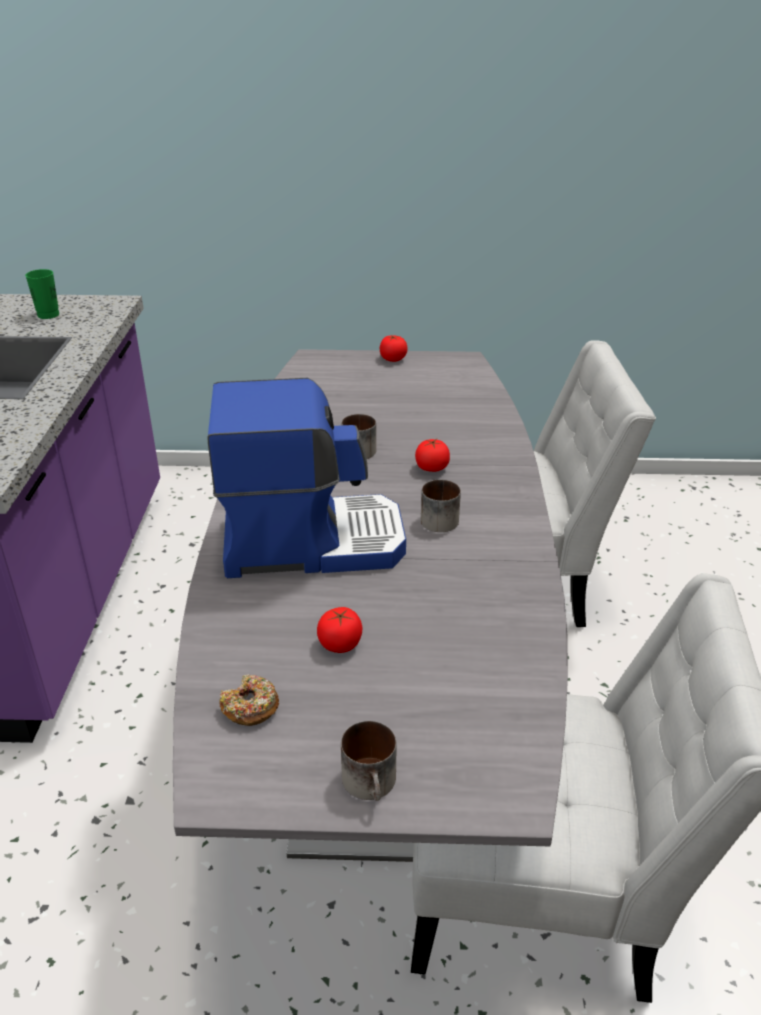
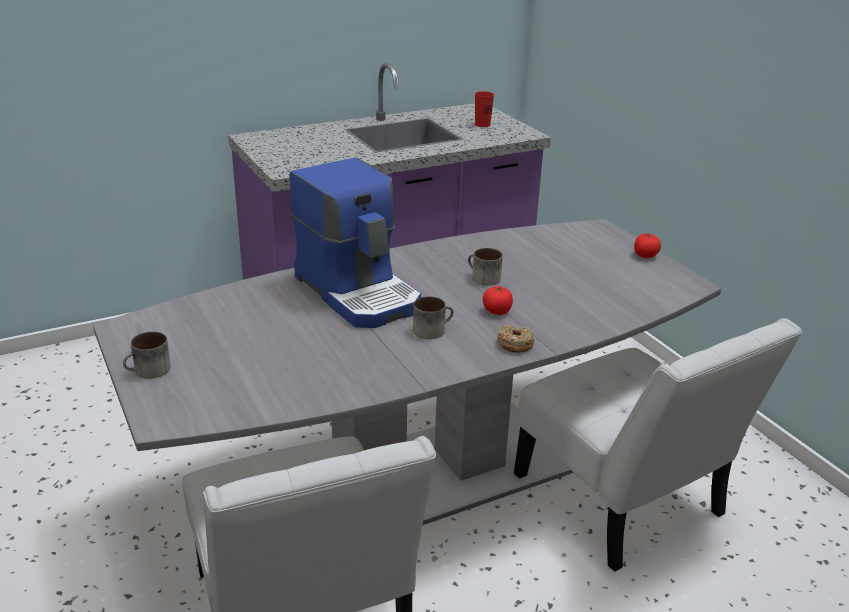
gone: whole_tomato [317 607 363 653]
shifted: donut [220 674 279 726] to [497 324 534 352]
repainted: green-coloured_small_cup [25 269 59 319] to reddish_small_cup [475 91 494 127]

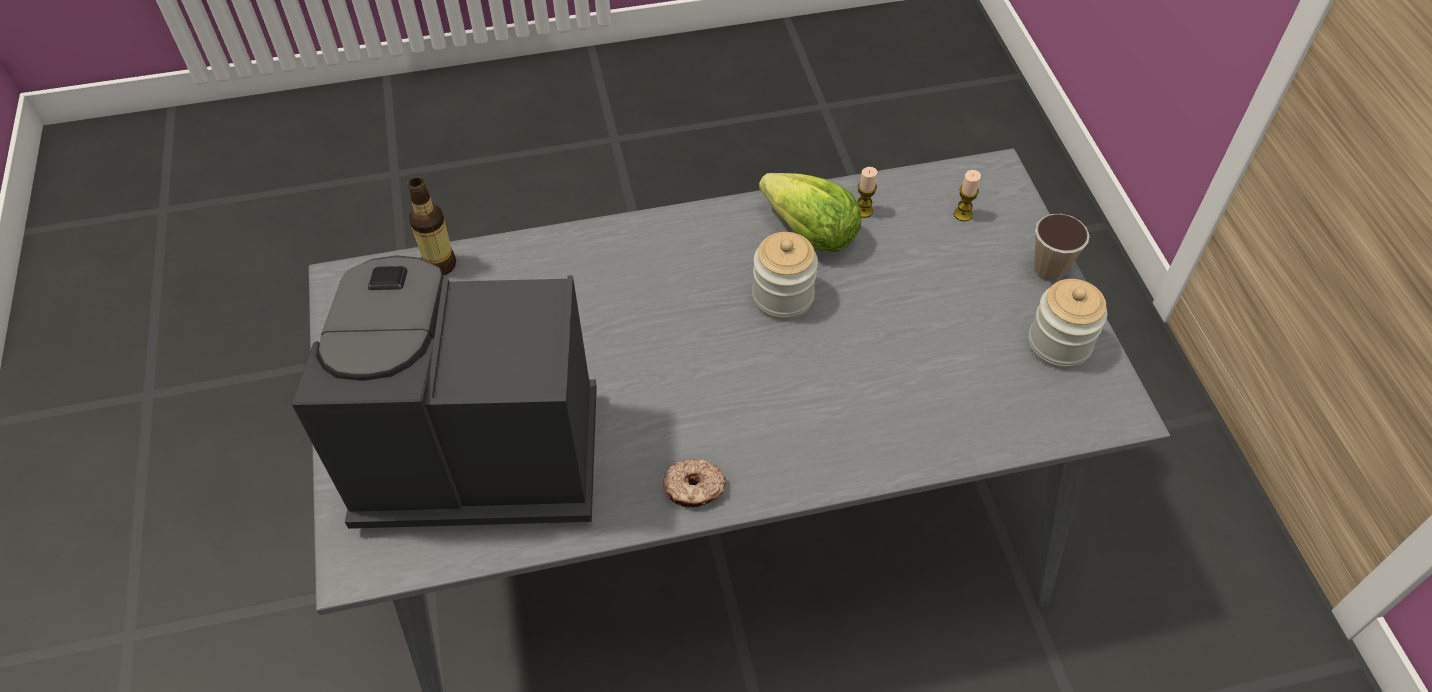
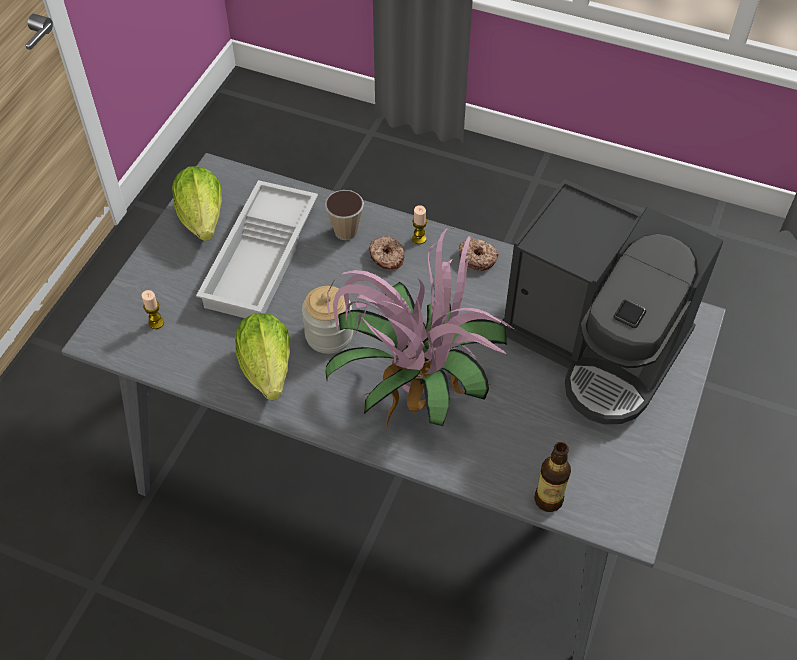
new: white_serving_tray [196 180 318 318]; plant_in_a_pot [325 228 516 428]; donut [369 236 405 270]
shifted: small_cup [1034 214 1090 282] to [325 190 364 240]; wax_candle [858 167 877 218] to [412 205 427 244]
swapped: preserve_jar [1028 279 1107 369] to lettuce [172 166 222 241]

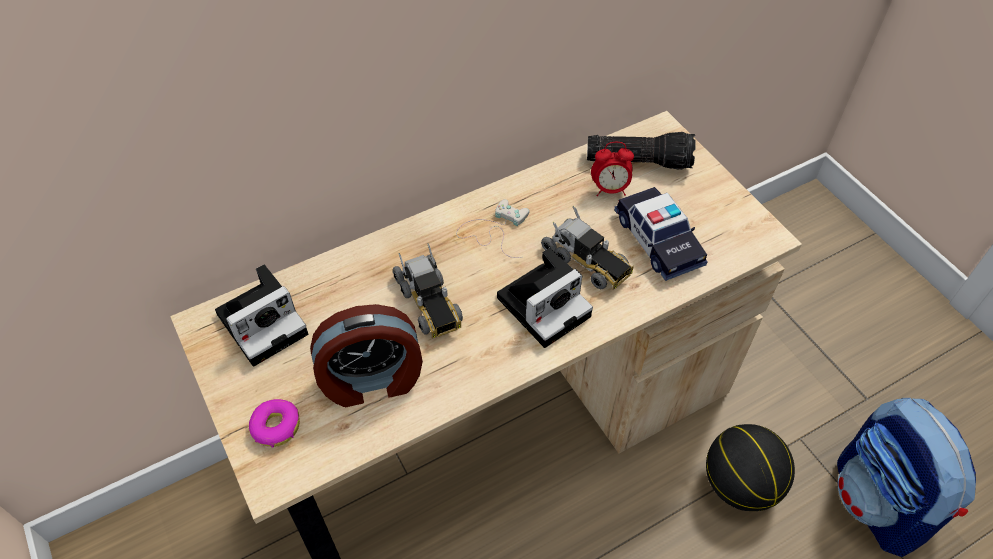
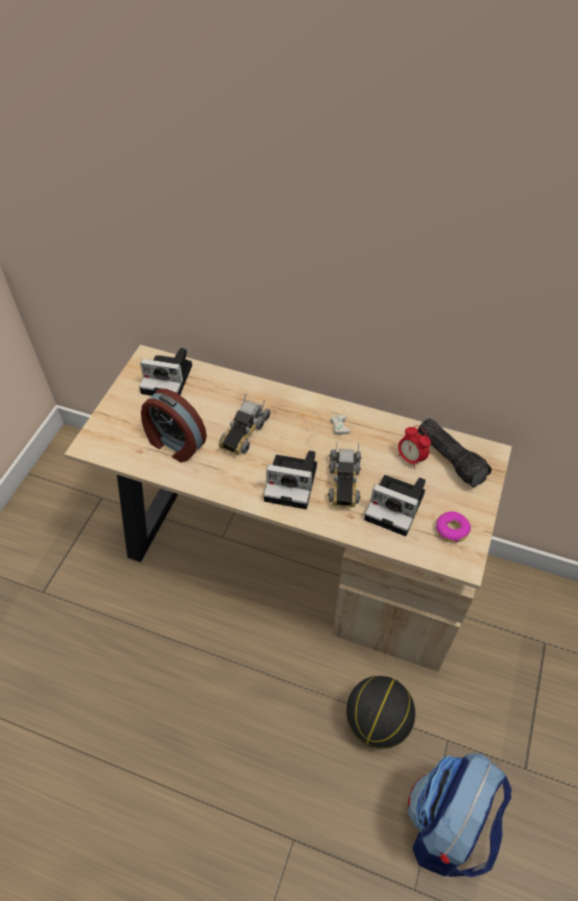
shifted: donut [249 399 300 448] to [436 511 471 543]
swapped: toy_car [614 187 708 281] to photo_camera [364 475 426 536]

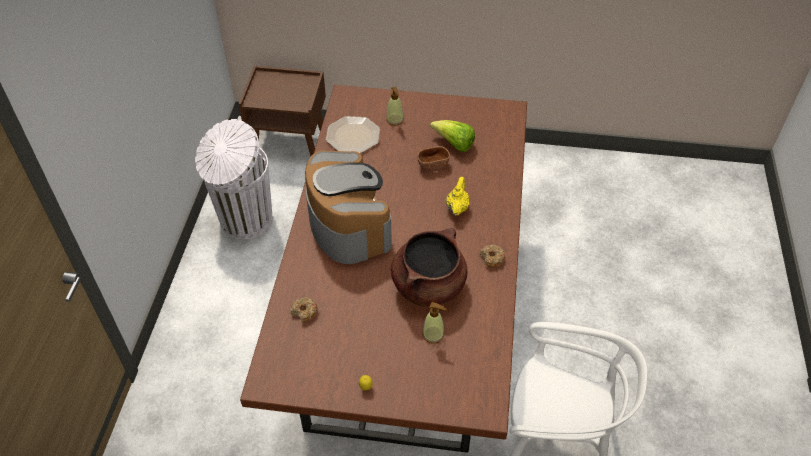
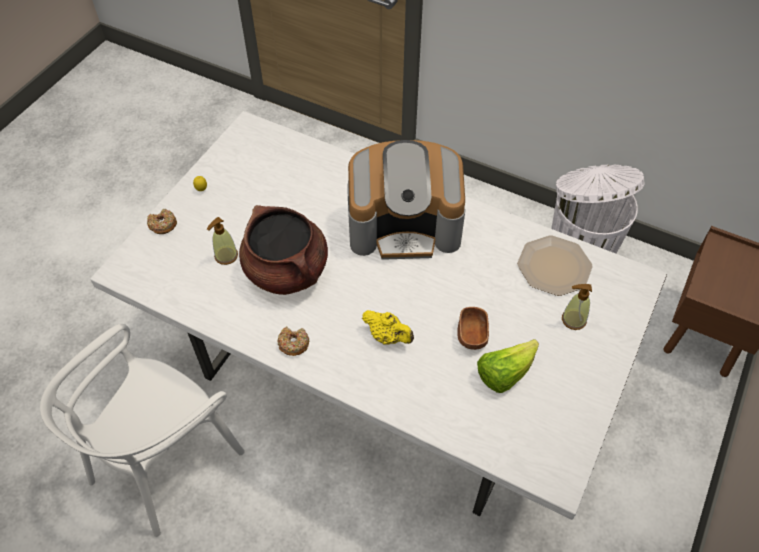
shifted: donut [290 297 318 322] to [147 209 177 234]
repainted: brownish_dining_table [240 85 527 453] to white_dining_table [90 111 667 520]

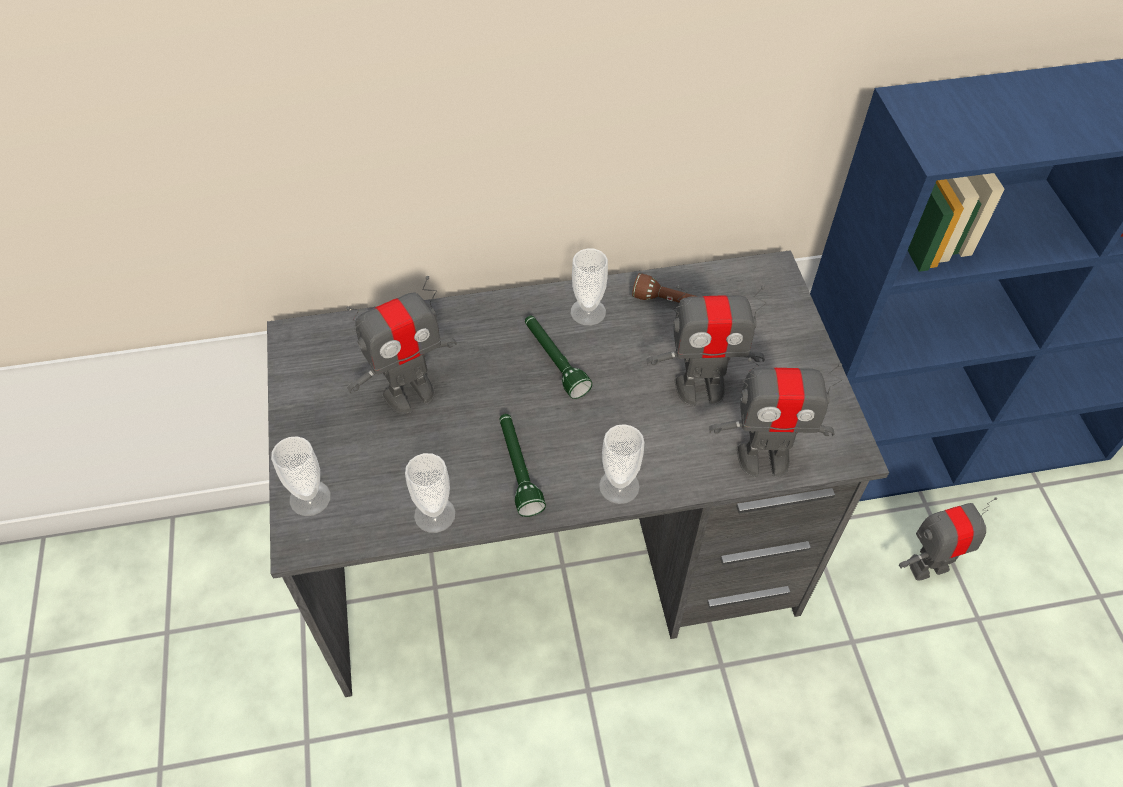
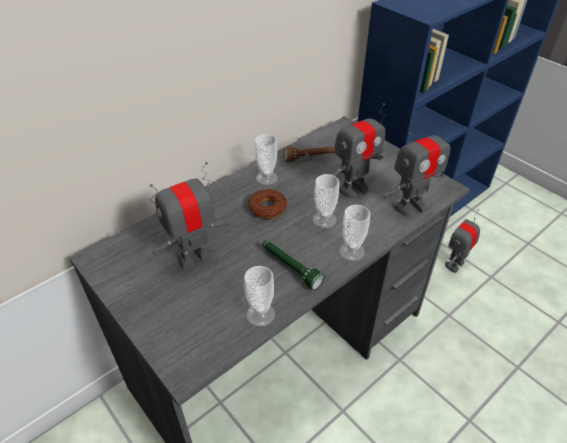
shifted: small_cup [271 436 331 516] to [313 174 340 228]
swapped: green-coloured_flashlight [525 316 592 399] to donut [248 189 287 218]
rotated: toy_robot [347 276 457 414] = [149 162 229 270] 150 degrees counterclockwise

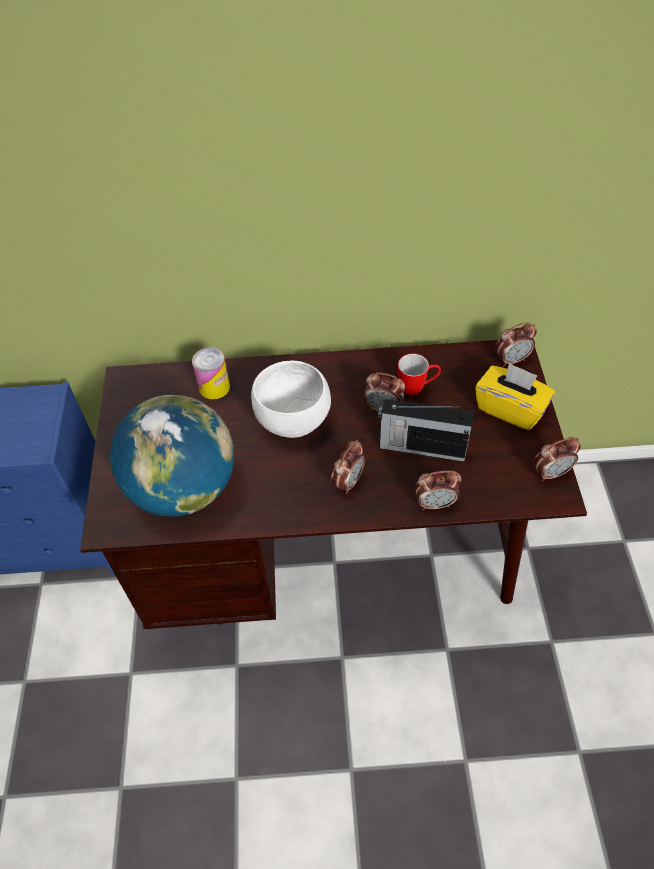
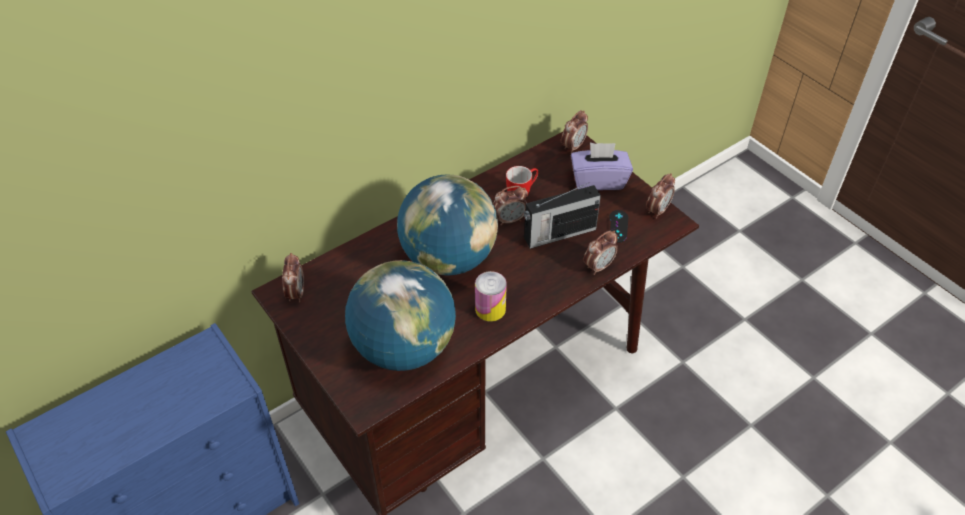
new: blackish_joypad [609 210 629 243]
shifted: alarm_clock [331 440 365 494] to [282 253 304 302]; metal_can [192 348 230 400] to [475 271 507 322]
swapped: white_serving_bowl [251 361 331 438] to globe [397 174 498 276]
repainted: yellow_tissue_holder [475 363 555 430] to purplish_tissue_holder [571 143 633 190]

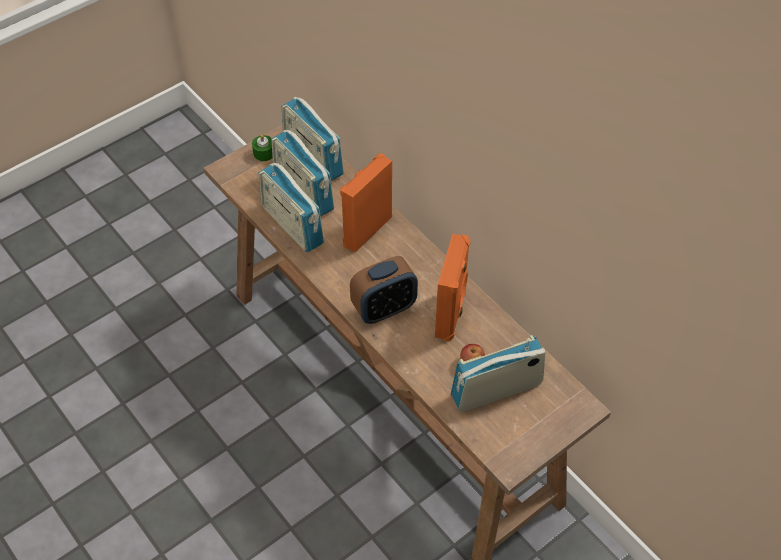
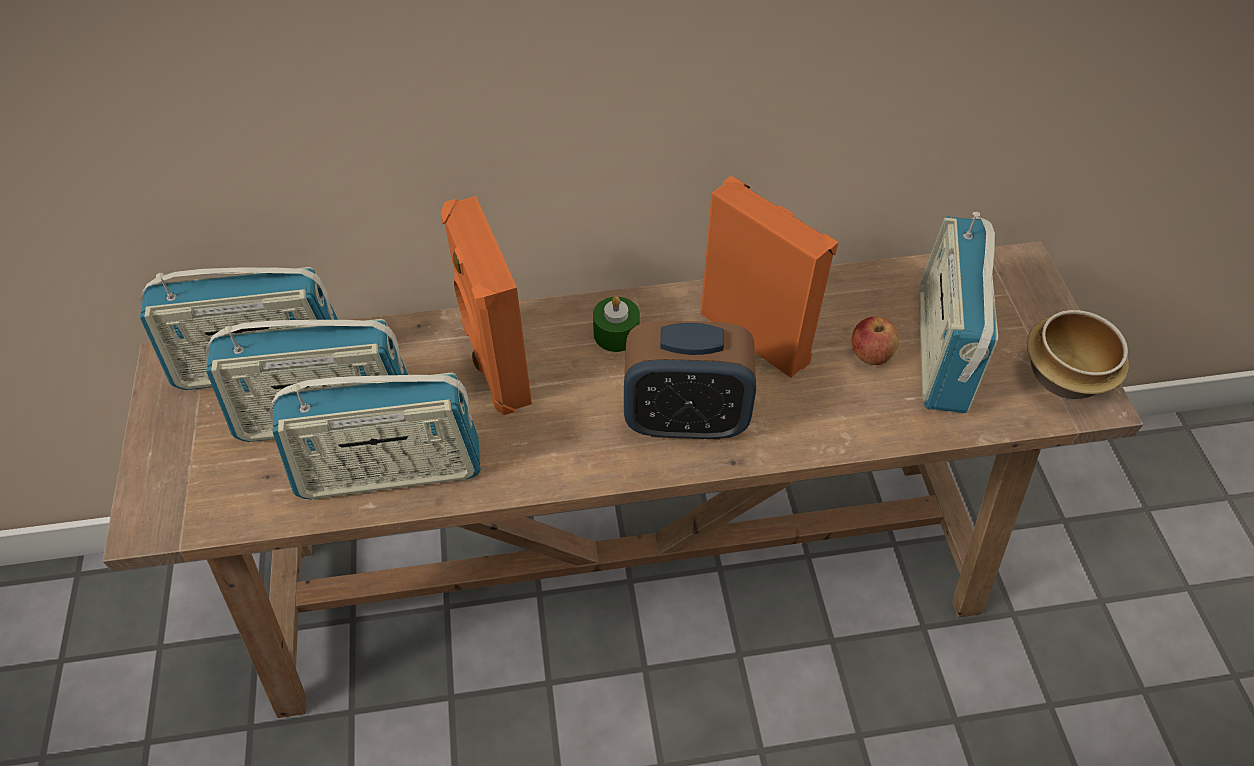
new: serving_bowl [1027 310 1129 399]
shifted: green-coloured_wax_candle [252 134 273 161] to [593 296 640 352]
rotated: alarm_clock [350 256 418 324] = [624 320 756 440] 90 degrees clockwise

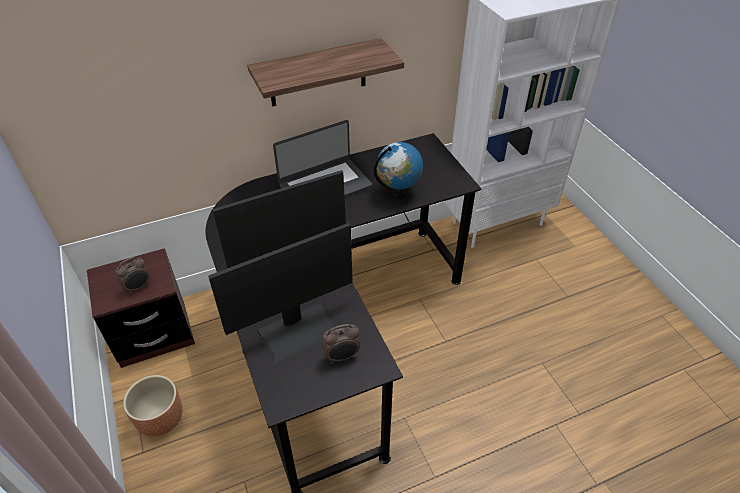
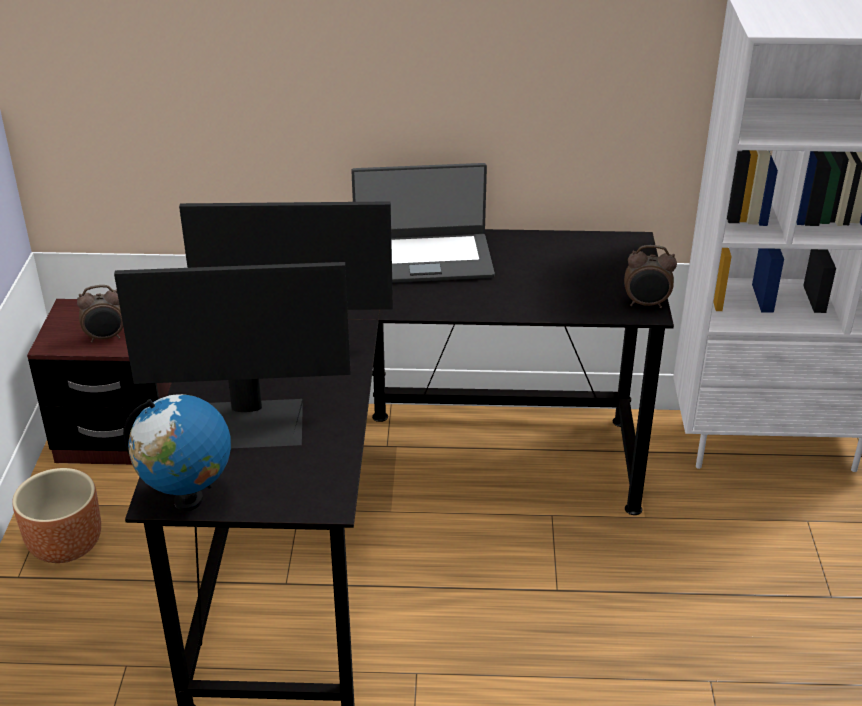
gone: wall_shelf [247 38 404 107]
shifted: globe [374 142 423 197] to [123 394 231 511]; alarm_clock [322 324 360 364] to [624 245 677 308]

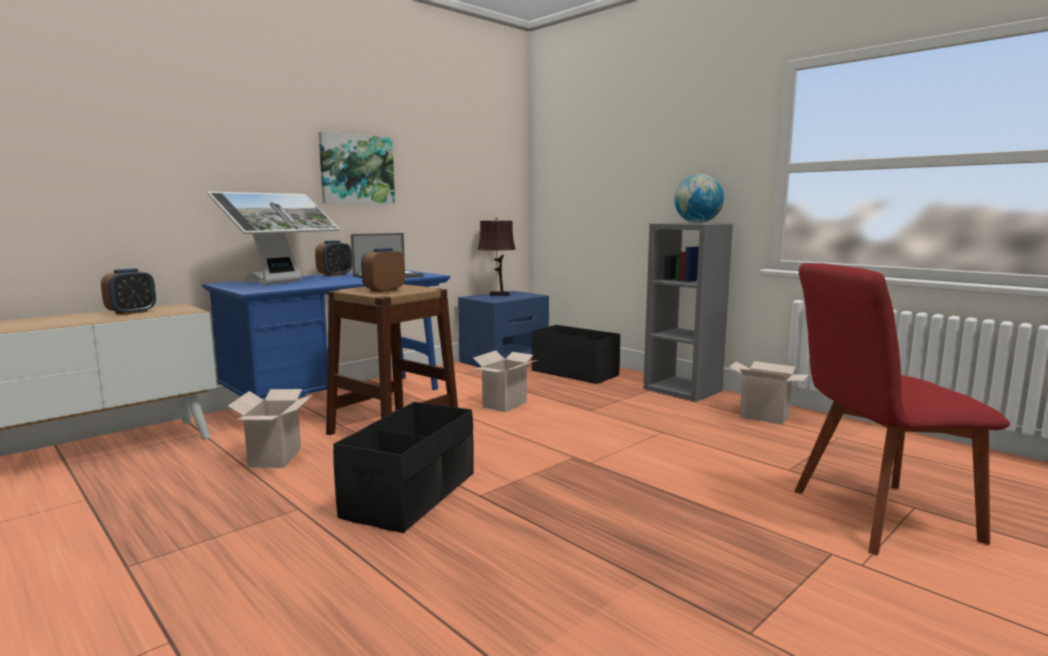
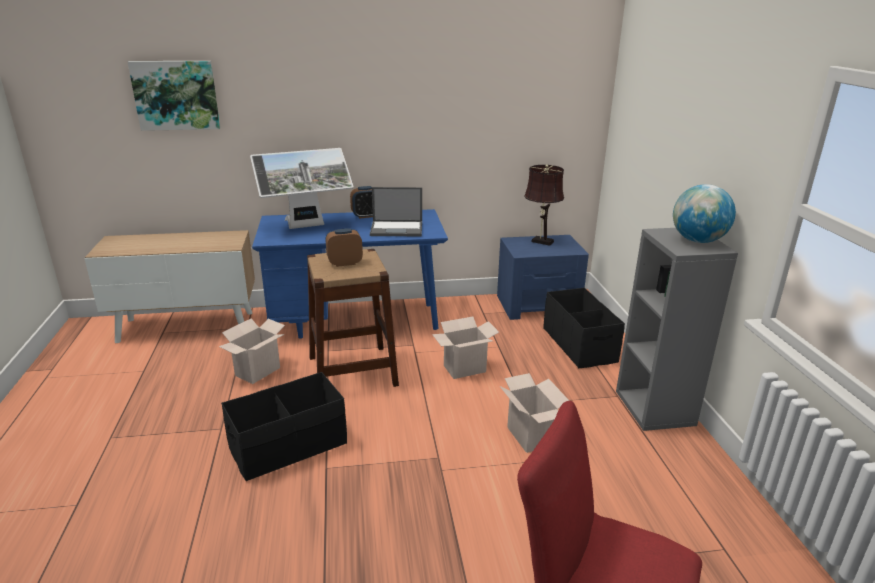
gone: alarm_clock [101 268 156 315]
shifted: picture [319 131 395 204] to [128 61 220 131]; packing_box [729 361 809 425] to [500 373 569 453]

